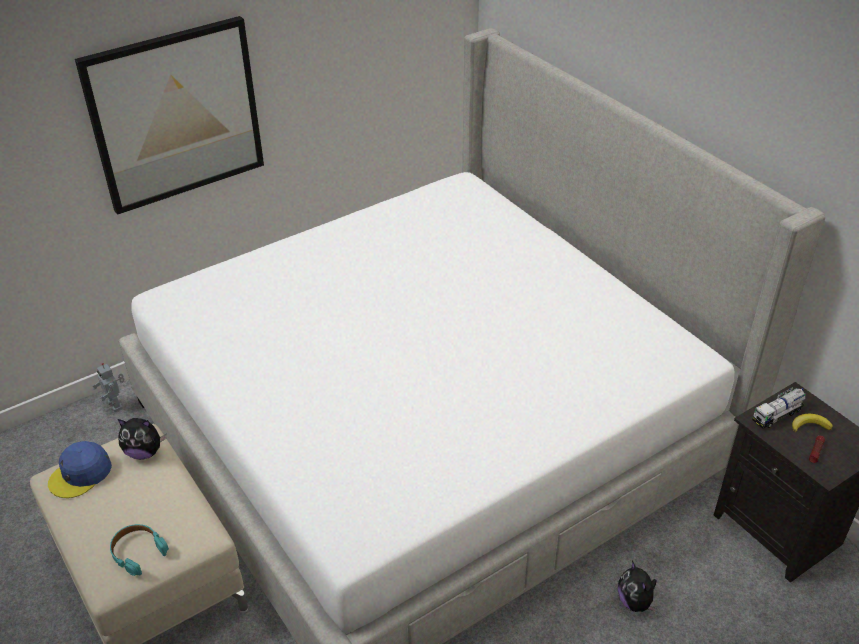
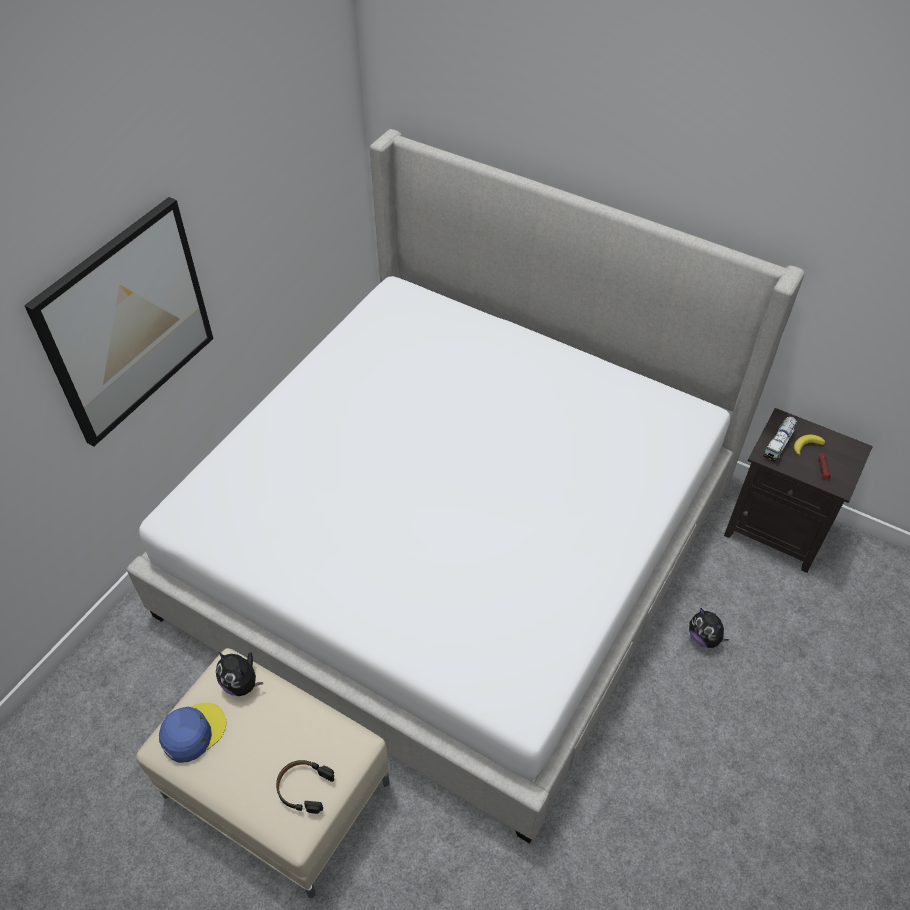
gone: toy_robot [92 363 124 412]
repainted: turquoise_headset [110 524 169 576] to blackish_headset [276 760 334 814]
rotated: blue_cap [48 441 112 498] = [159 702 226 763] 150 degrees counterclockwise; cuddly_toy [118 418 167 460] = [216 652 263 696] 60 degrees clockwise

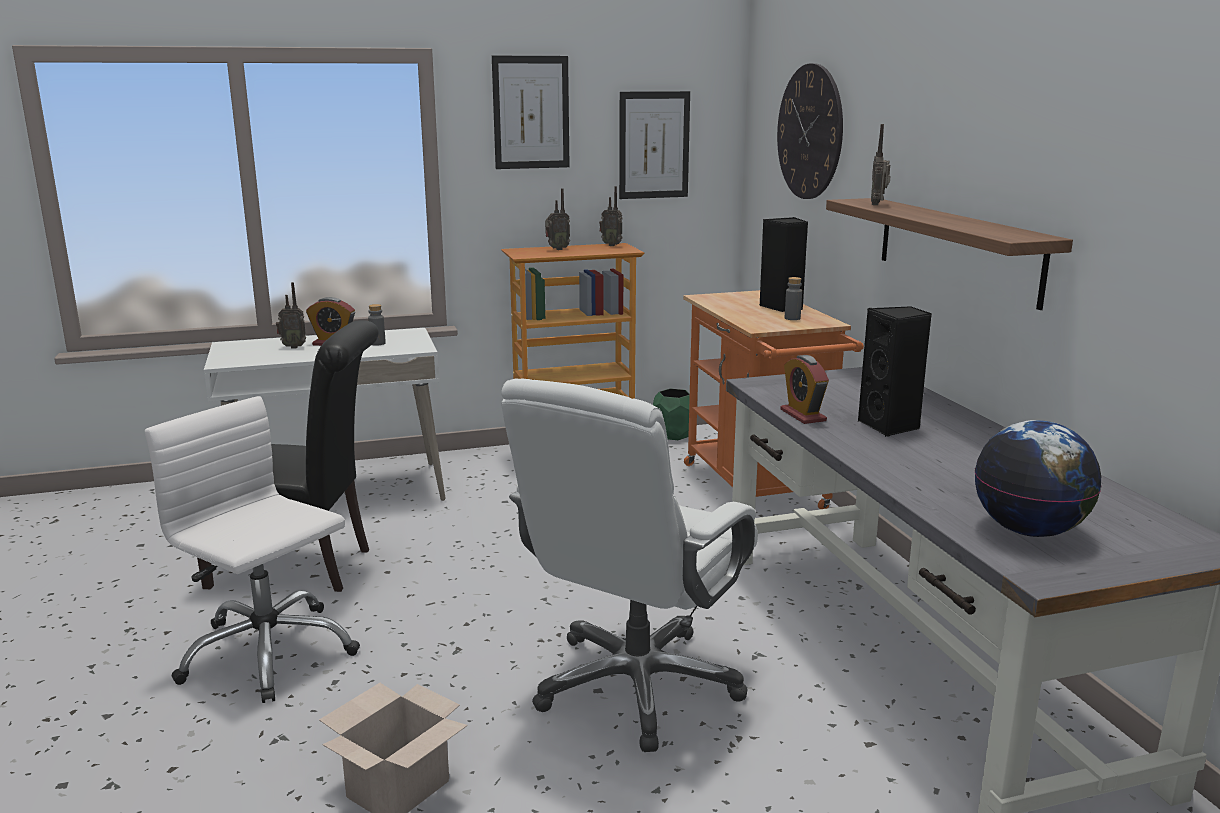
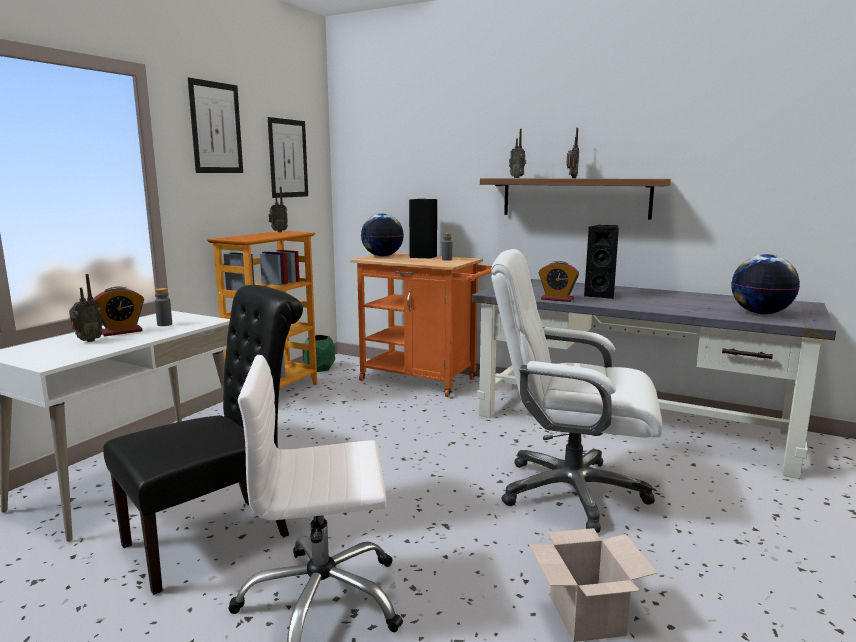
gone: clock_on_the_wall [777 63 843 199]
new: globe [361 214 404 256]
shifted: radio_set [545 188 570 250] to [566 128 579 178]
rotated: white_computer_chair [501 379 758 752] = [491 249 662 533] 120 degrees clockwise

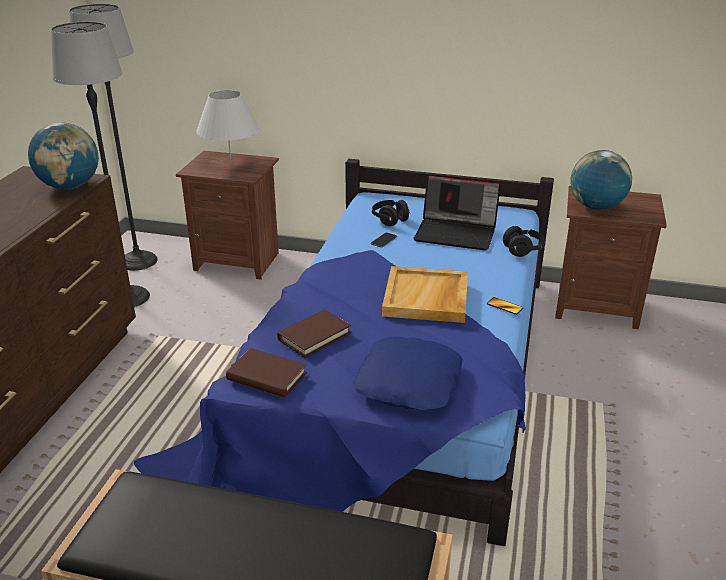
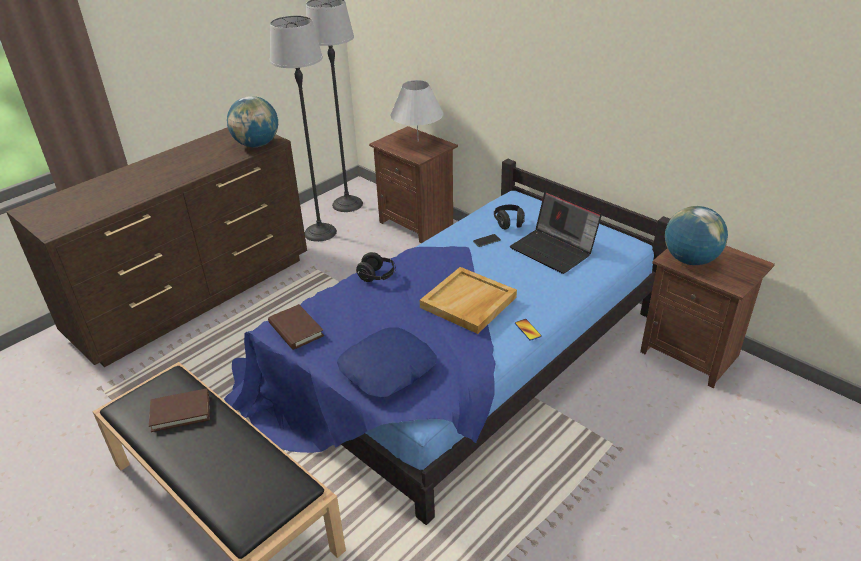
shifted: brownish_bound_book [277 309 351 358] to [149 388 210 432]; blackish_headset [503 226 546 257] to [356 252 396 282]

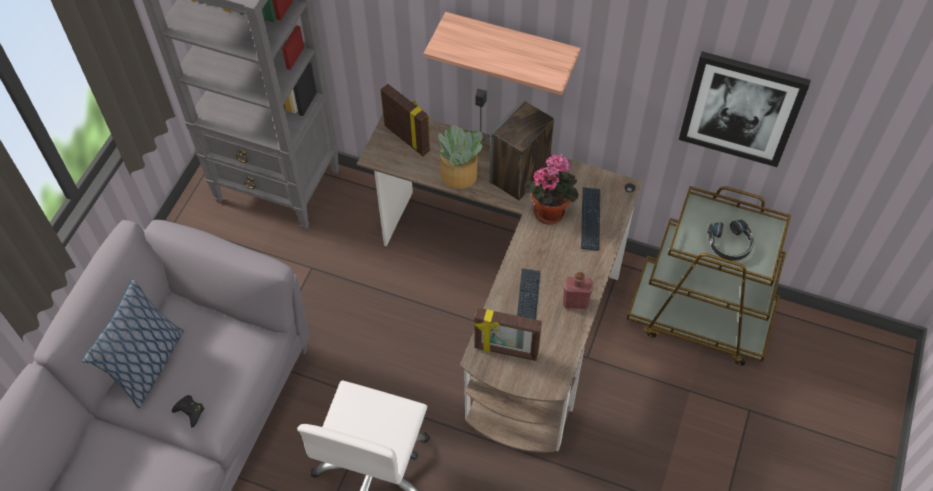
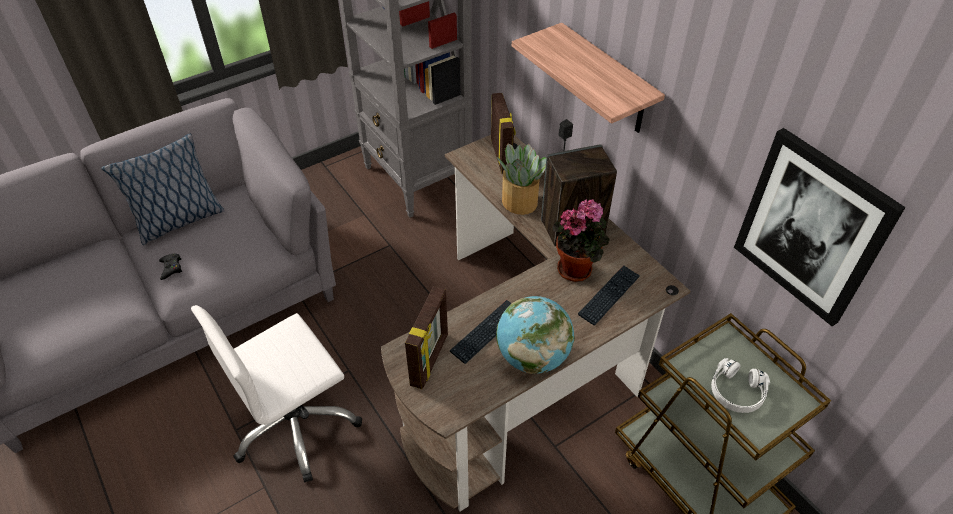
swapped: reddish_beverage_bottle [563 272 593 309] to globe [496 296 574 374]
repainted: blackish_headset [707 219 754 261] to white_headset [711 358 770 413]
rotated: standing_frame [474 308 542 361] = [405 286 448 389] 120 degrees counterclockwise

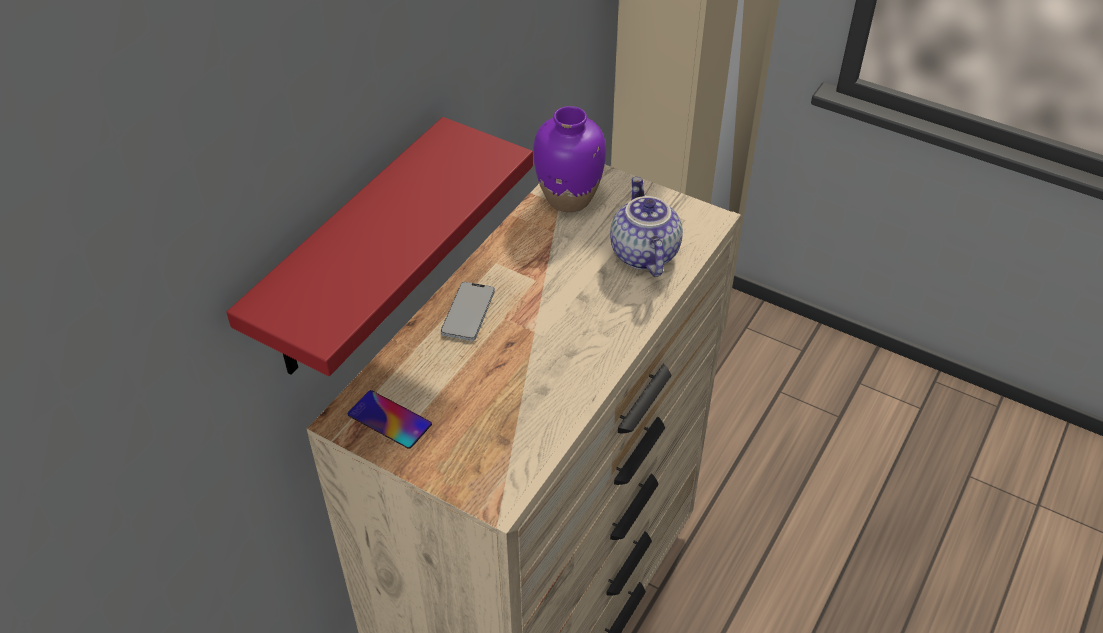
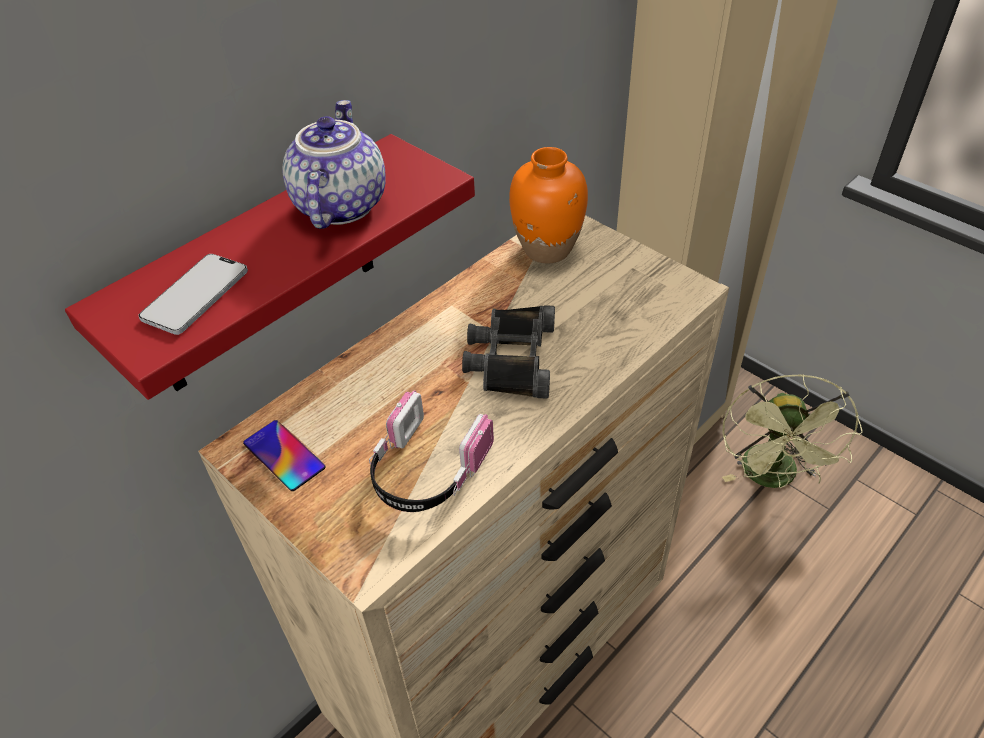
new: headset [369 390 494 512]; blackish_pair_of_binoculars [462 305 555 399]; green-coloured_electric_fan [722 374 862 488]
shifted: phone [441 282 495 341] to [138 254 248 335]; pot_for_tea [610 177 683 277] to [282 100 386 229]
repainted: purplish_decorative_vase [533 106 606 212] to orange_decorative_vase [509 147 588 263]

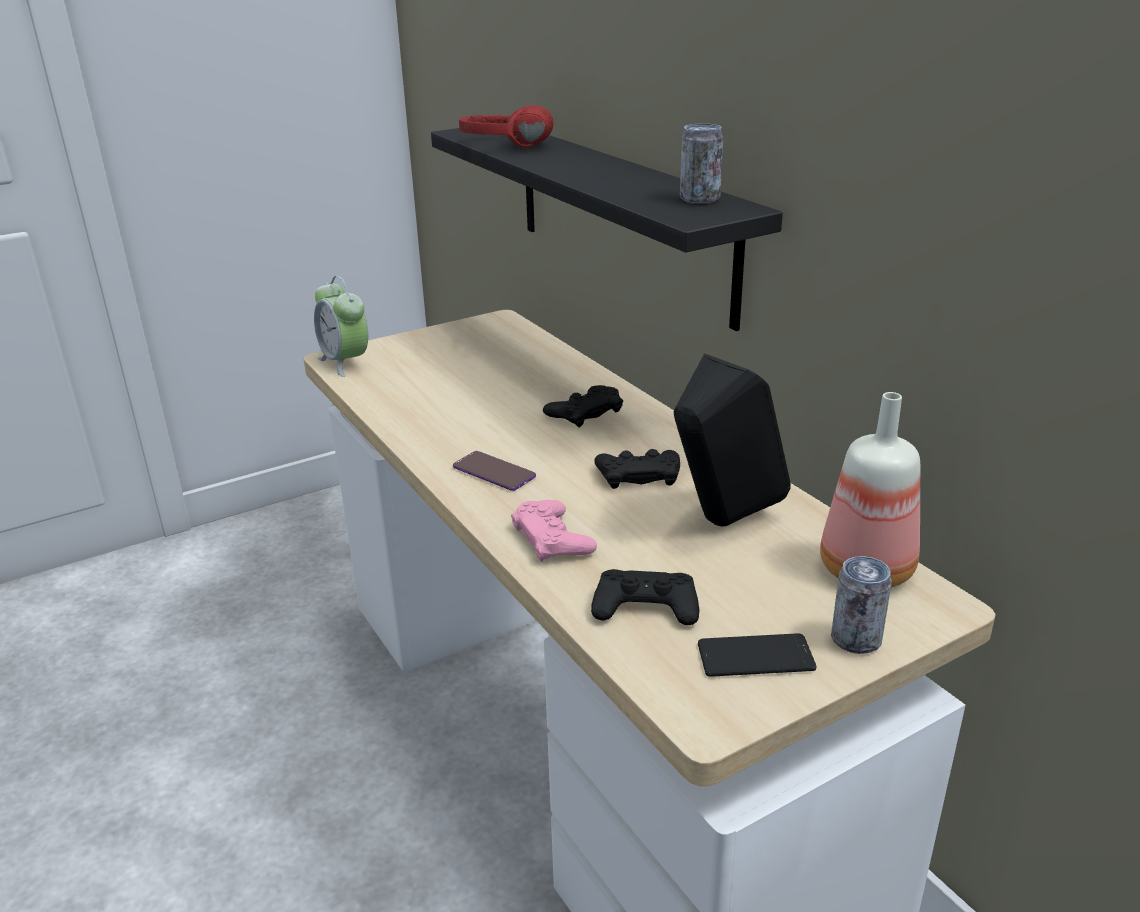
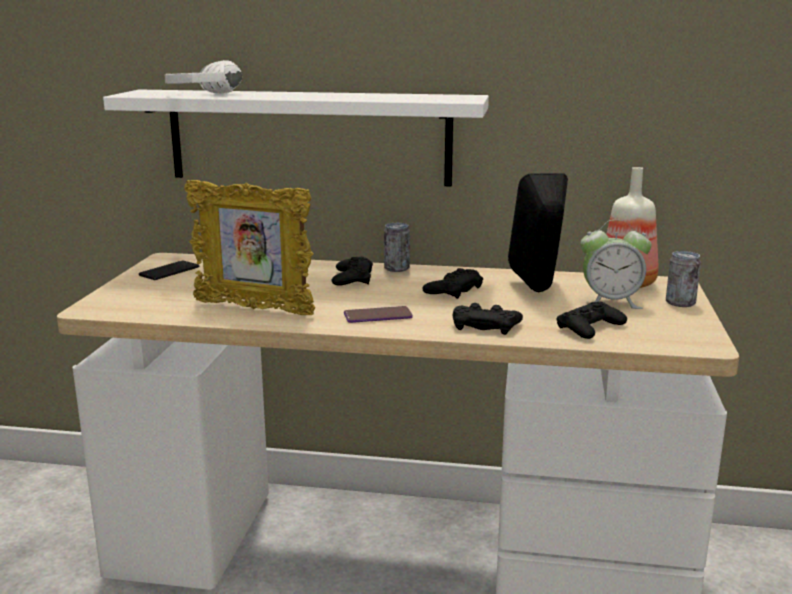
new: standing_frame [184 180 315 315]
shifted: phone [698 633 816 677] to [139 261 200 280]; metal_can [680 124 723 204] to [384 223 410 272]; alarm_clock [314 276 368 377] to [580 220 651 309]
repainted: blackish_wall_shelf [431 128 783 331] to white_wall_shelf [103 90 489 187]; reddish_headset [459 105 554 147] to white_headset [165 60 242 93]; pinkish_joypad [511 500 597 562] to blackish_joypad [453 303 523 335]

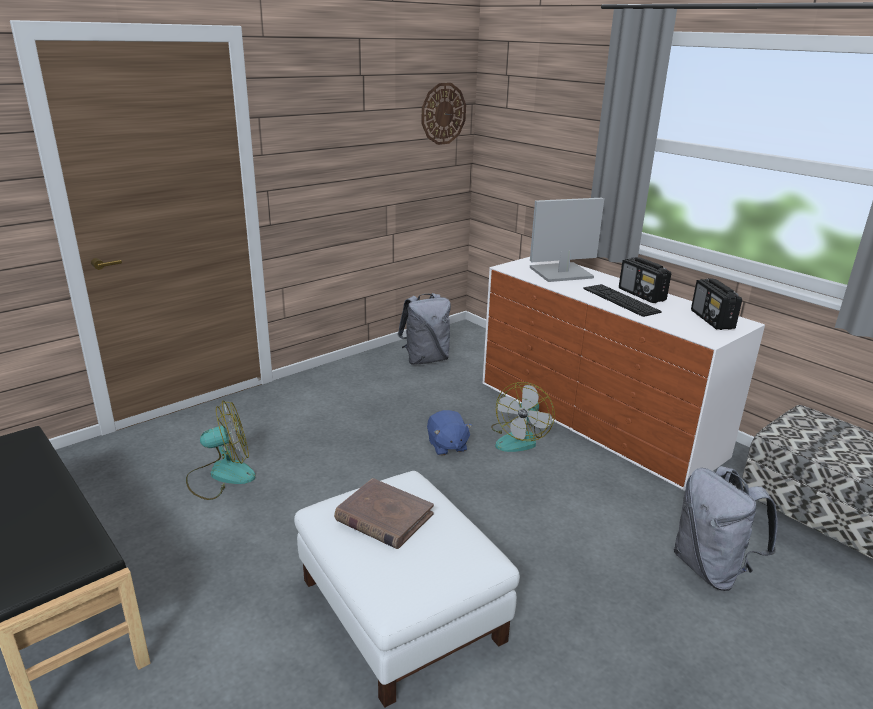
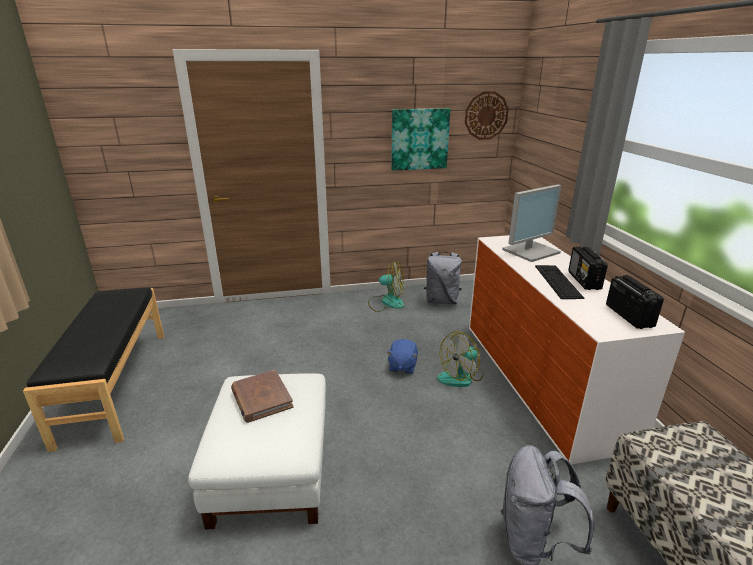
new: picture [391 108 451 171]
shifted: electric_fan [186 401 255 500] to [368 261 404 312]
rotated: monitor [530 198 604 282] = [502 185 562 262] 135 degrees clockwise; radio_set [691 278 742 330] = [606 275 664 329] 150 degrees clockwise

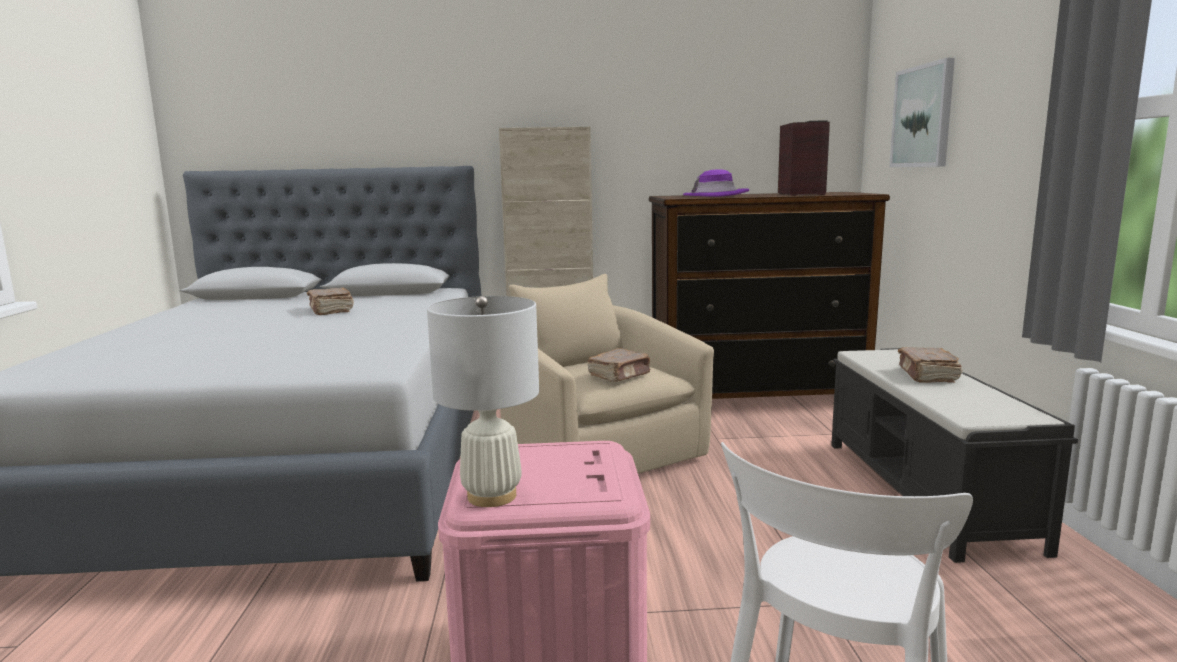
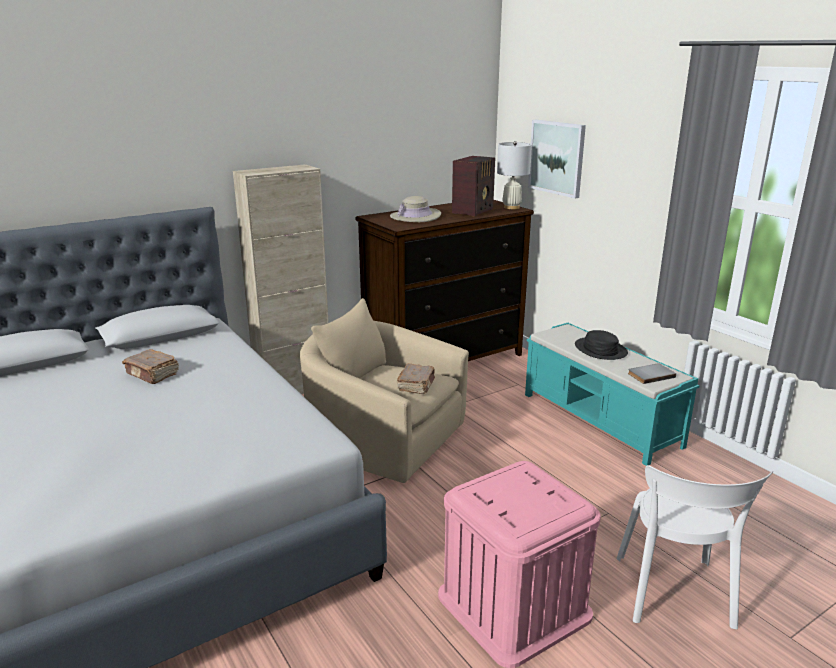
new: grey_bound_book [628 363 676 384]
shifted: white_table_lamp [427 296 539 507] to [497 141 532 209]
swapped: brownish_bound_book [898 347 962 383] to blackish_hat [575 330 628 360]
repainted: purplish_hat [683 169 749 197] to beige_hat [390 196 441 222]; blackish_bench [831 348 1078 563] to turquoise_bench [525 323 700 466]
rotated: radio_set [778 120 830 196] = [452 156 495 216] 60 degrees clockwise

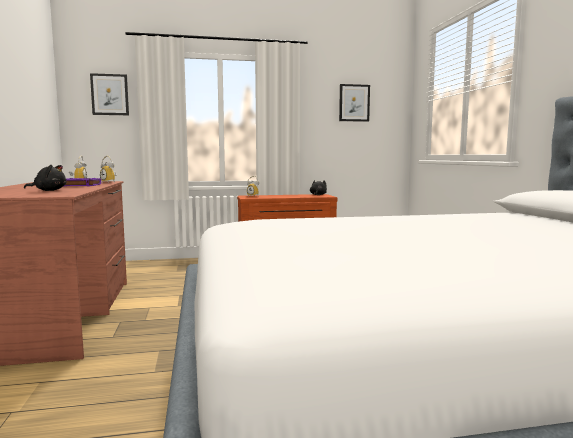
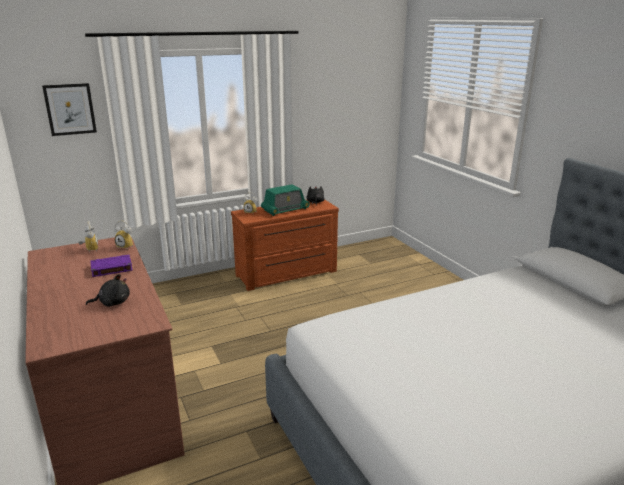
gone: picture [339 84 370 122]
new: radio_set [261 184 310 216]

